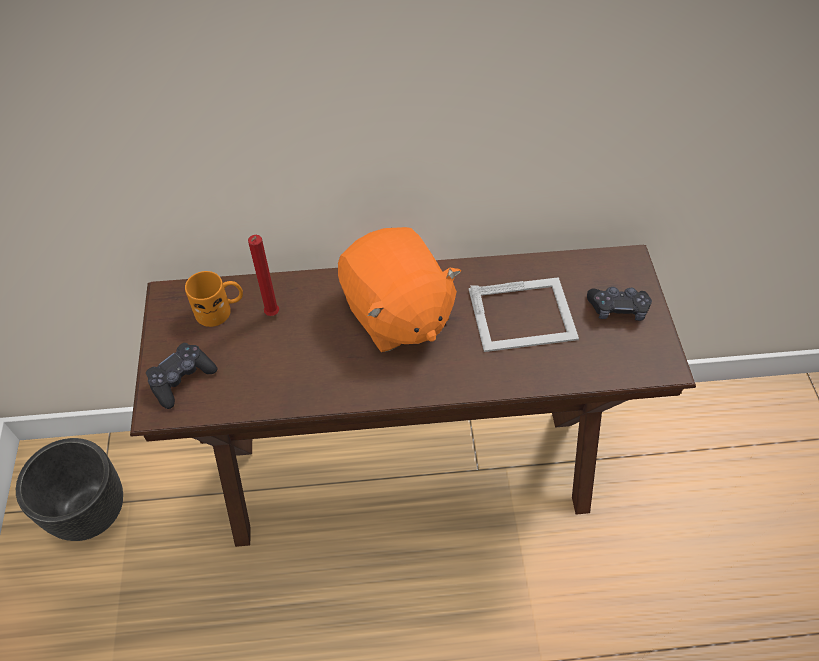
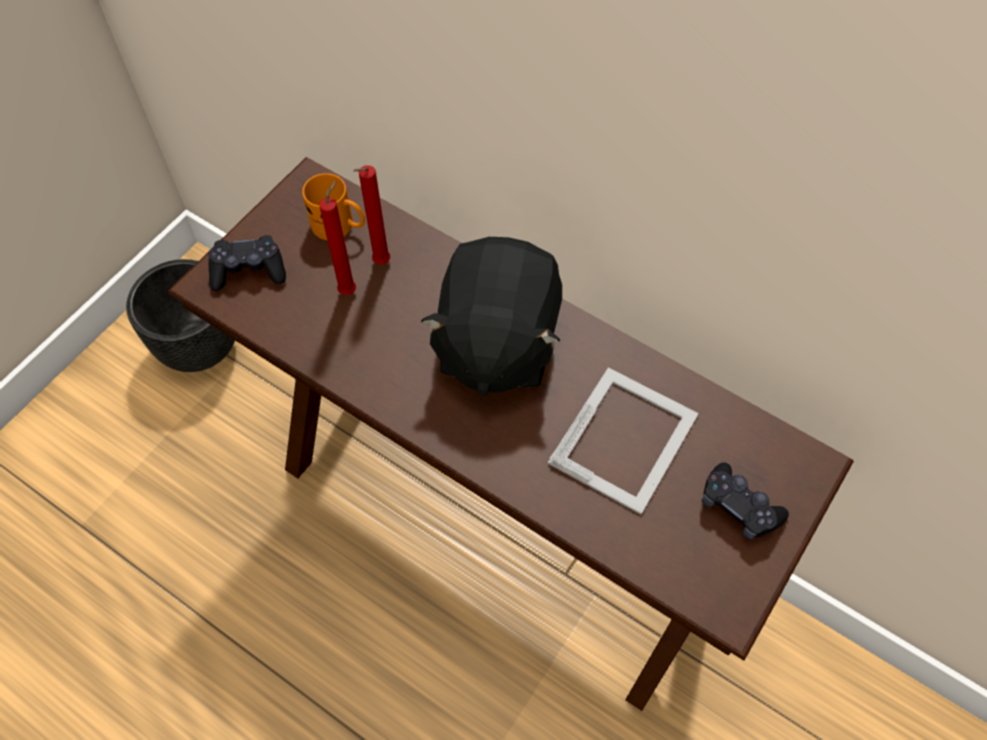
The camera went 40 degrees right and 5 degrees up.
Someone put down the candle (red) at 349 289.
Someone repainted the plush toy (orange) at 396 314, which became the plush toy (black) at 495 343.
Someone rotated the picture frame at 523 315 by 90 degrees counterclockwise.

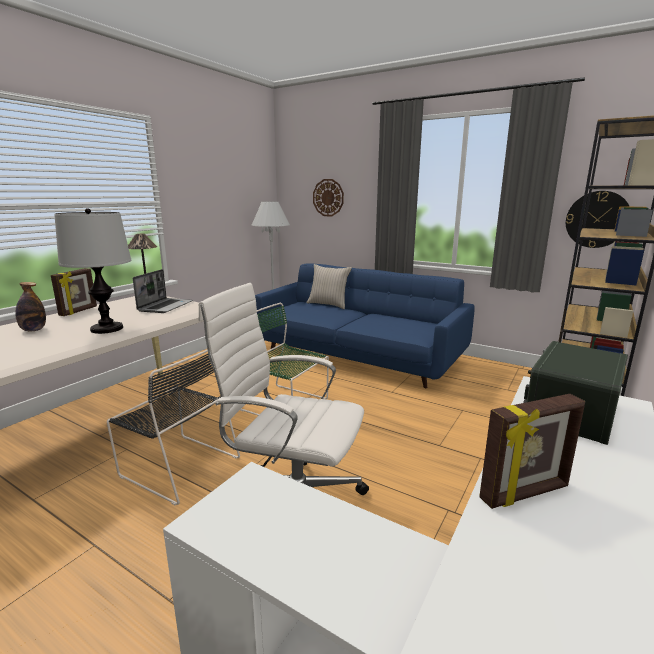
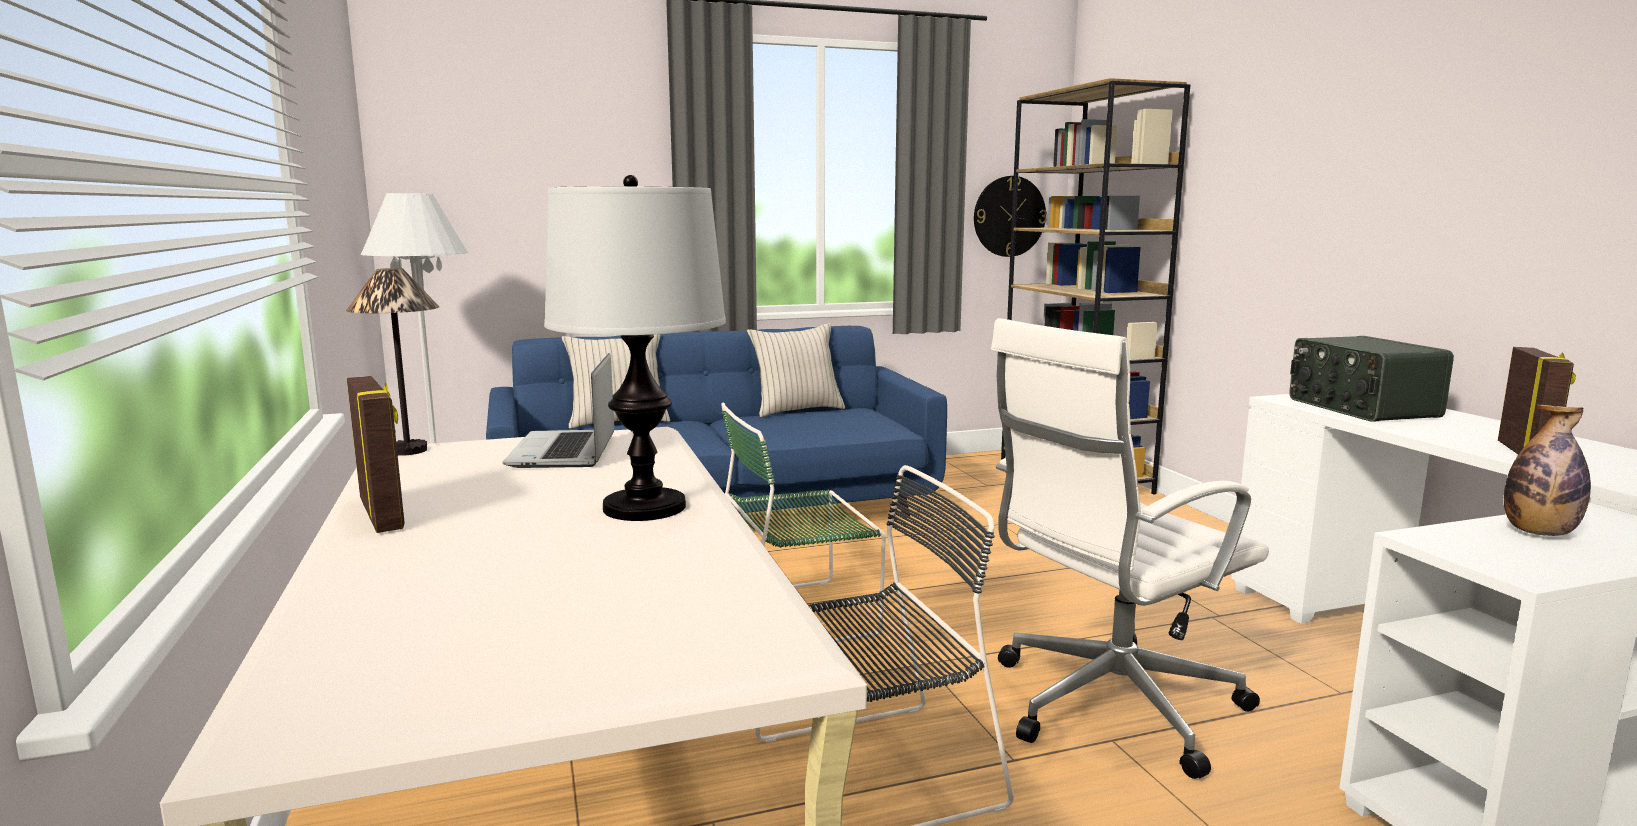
The camera went 50 degrees left and 5 degrees down.
Someone took away the wall clock at 328 197.
Someone put down the pillow (beige) at 796 410.
Someone carried the bottle from 33 330 to 1539 533.
Someone rotated the laptop at 165 306 by 150 degrees counterclockwise.

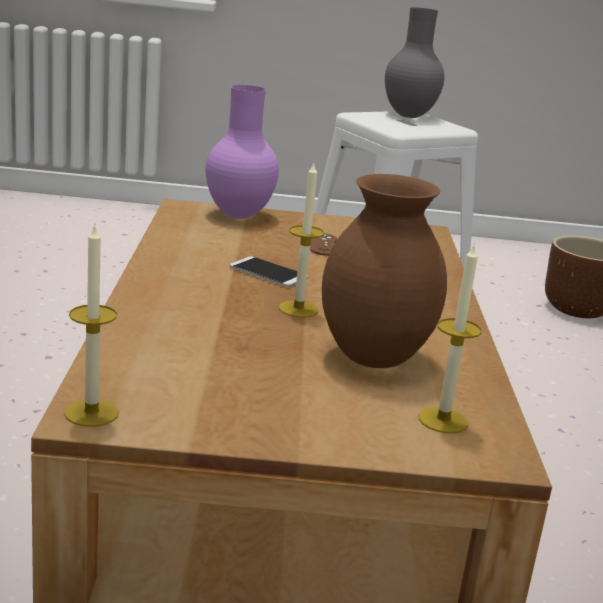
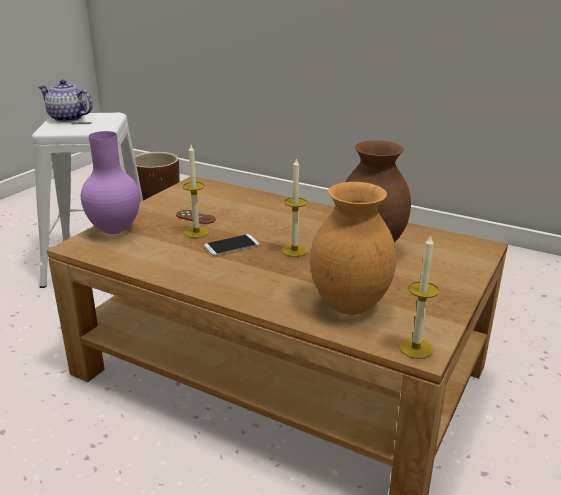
The camera went 60 degrees left and 5 degrees up.
Someone put down the vase (brown) at 348 305.
Someone carried the candle from 443 420 to 196 232.
Someone swapped the vase (grey) at 408 116 for the teapot at 68 118.

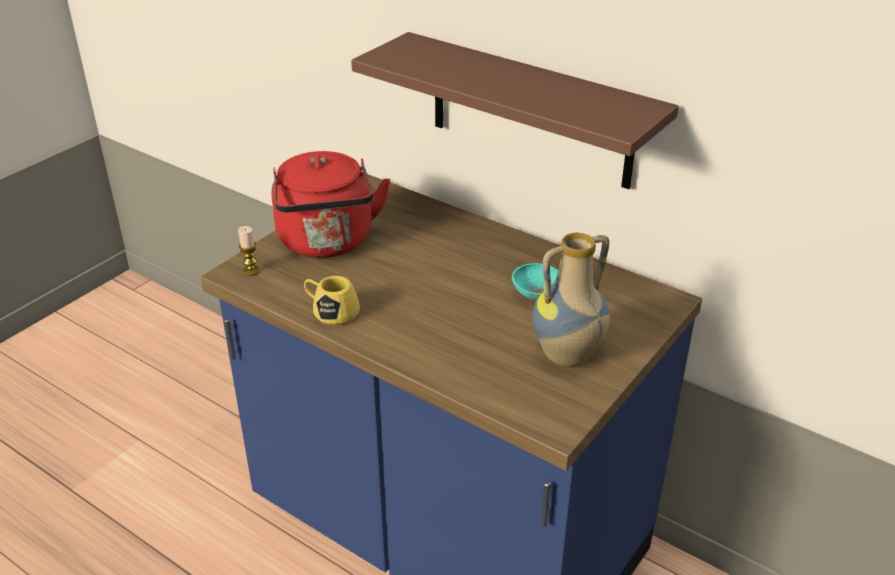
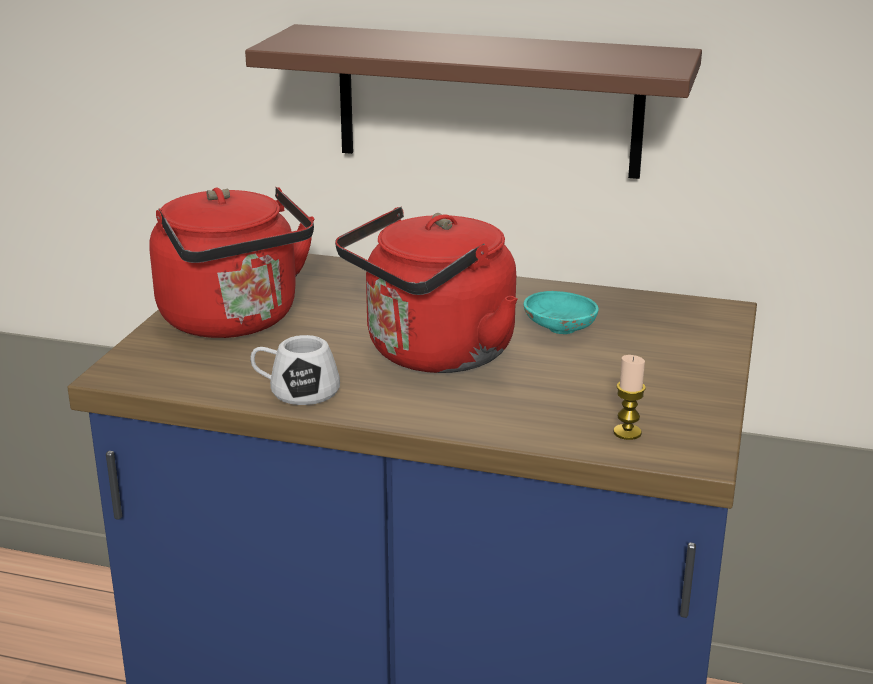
The camera went 20 degrees left and 10 degrees down.
Someone took away the vase at 567 357.
Someone put down the kettle (red) at 433 355.
Someone carried the candle from 251 271 to 627 432.
Someone repainted the mug (yellow) at 331 311, which became the mug (white) at 296 391.

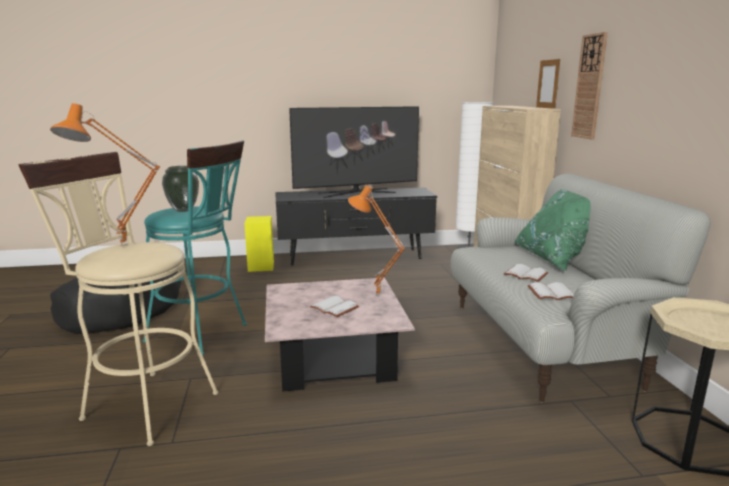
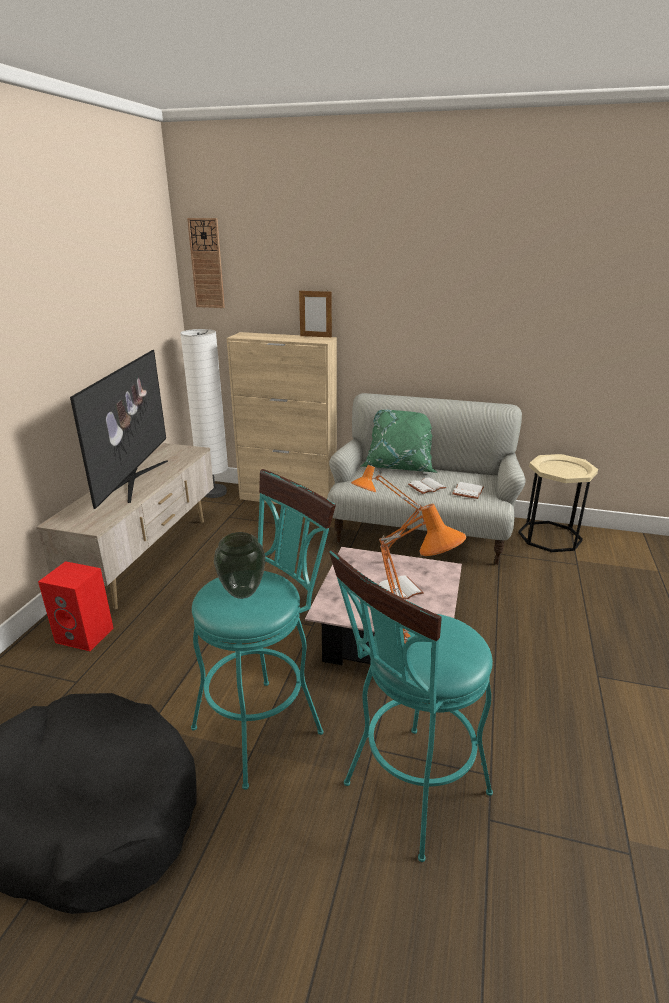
The camera went 65 degrees left and 10 degrees up.
Someone carried the wall clock from 589 87 to 207 264.
Someone repainted the stool (beige) at 143 403, which became the stool (turquoise) at 409 795.
Someone repainted the speaker (yellow) at 261 266, which became the speaker (red) at 86 635.
Someone repainted the tv stand (black) at 355 258, which became the tv stand (beige) at 149 558.

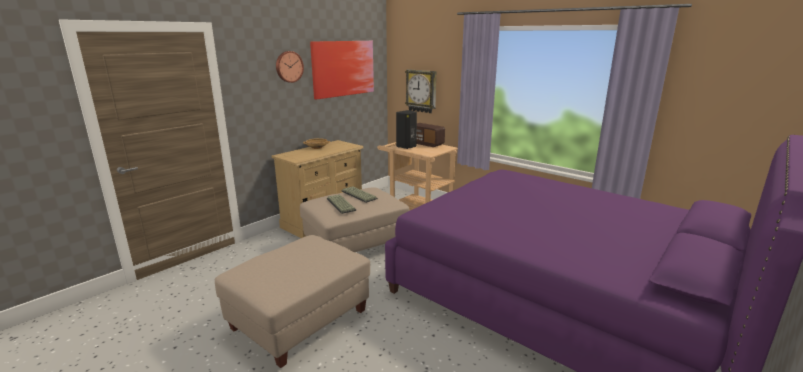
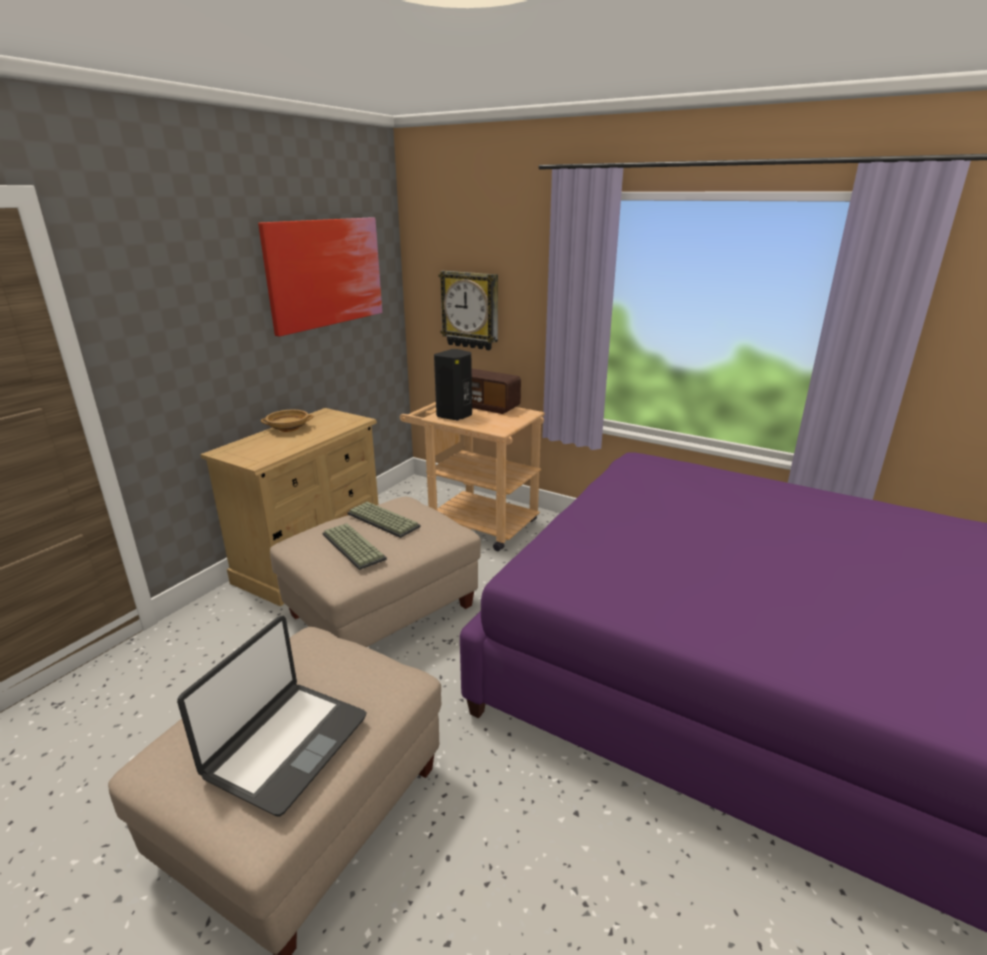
The camera went 10 degrees left and 5 degrees up.
Someone took away the wall clock at 289 66.
Someone put down the laptop at 286 745.

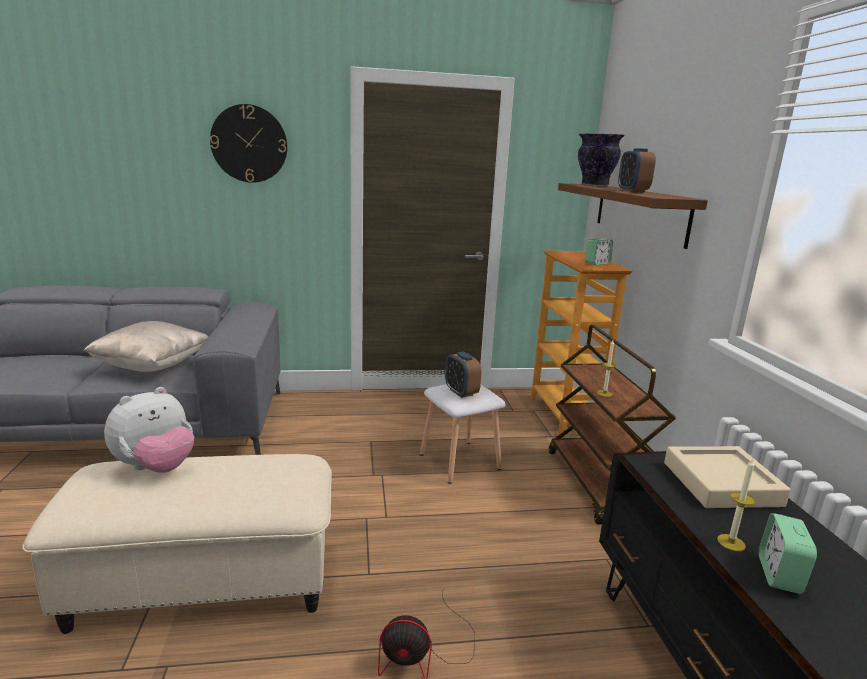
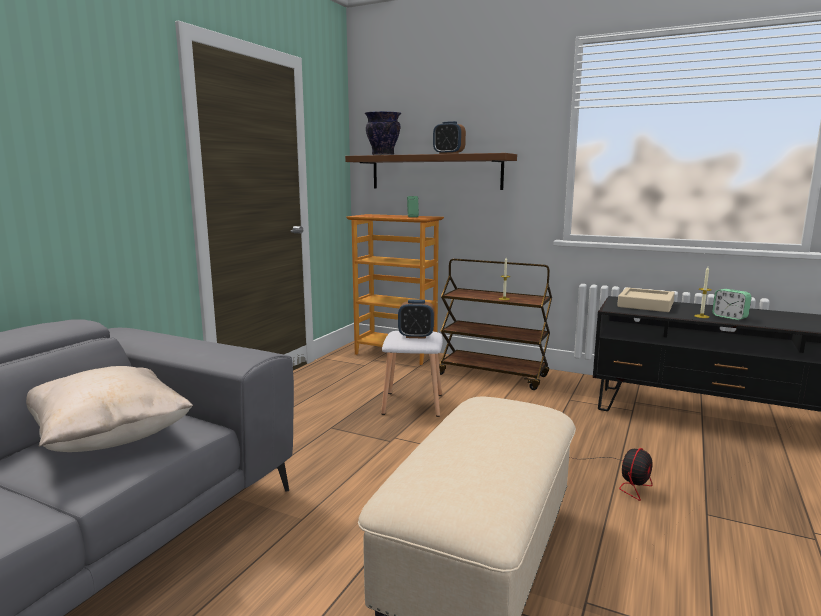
The camera went 55 degrees left and 5 degrees down.
Someone took away the plush toy at 156 468.
Someone took away the wall clock at 249 144.

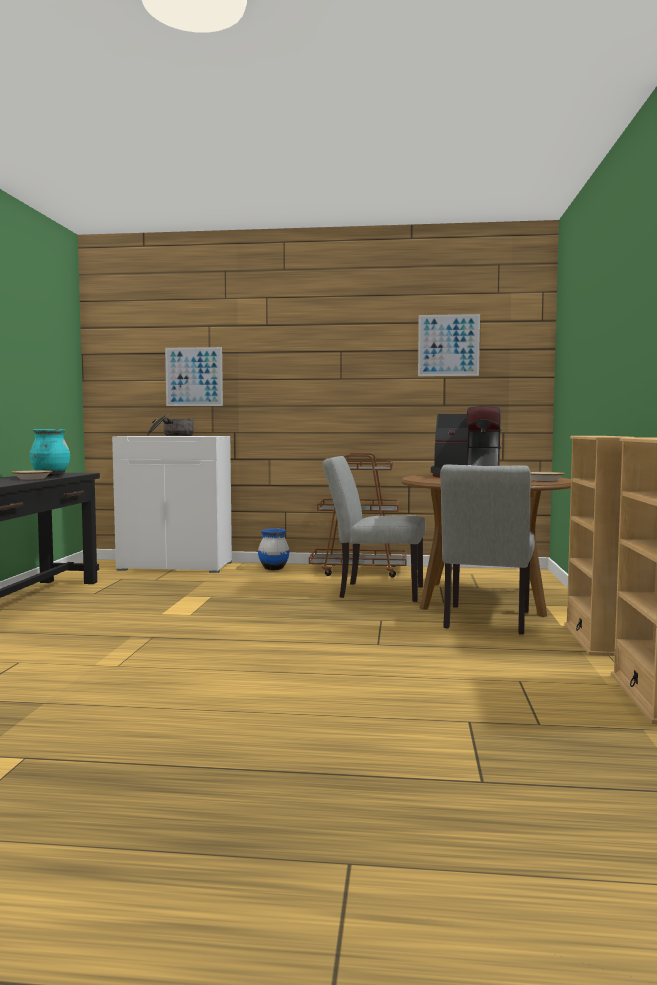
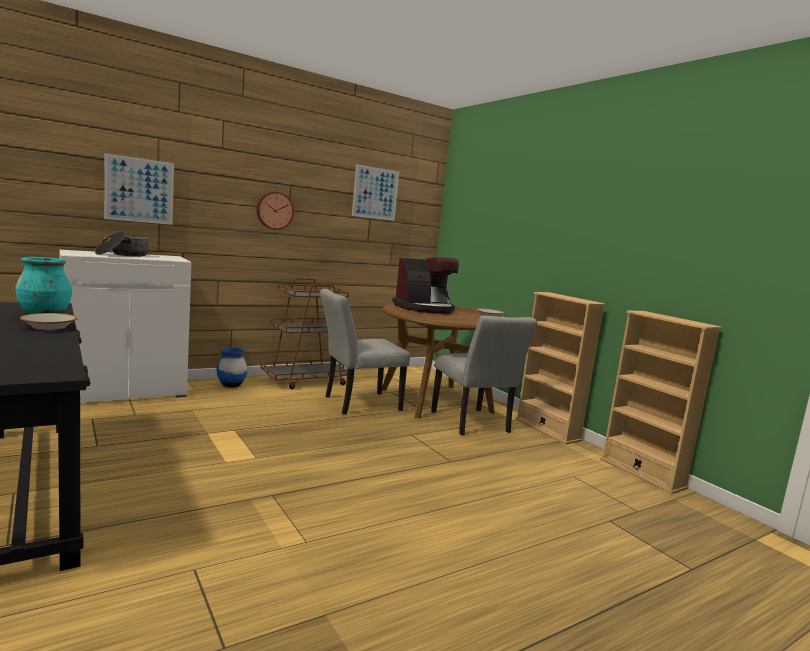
The camera went 40 degrees left and 5 degrees up.
Someone put up the wall clock at 274 210.

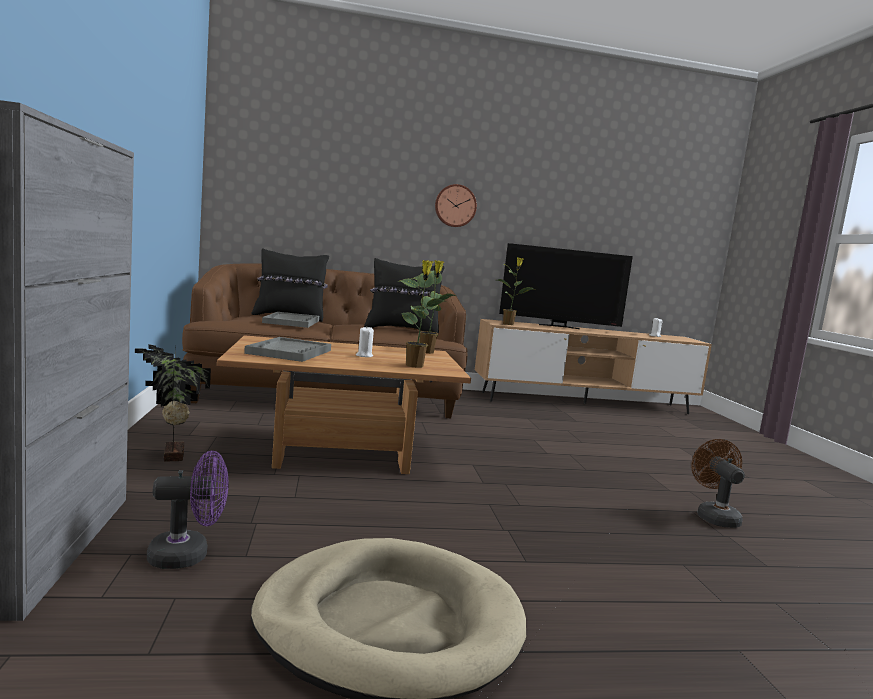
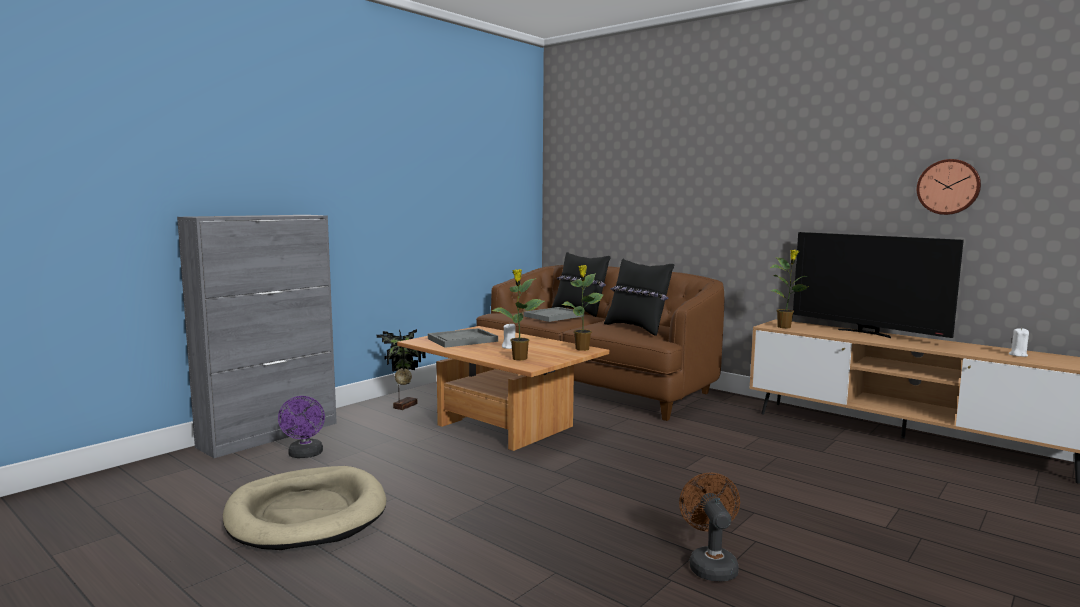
The camera went 50 degrees right and 0 degrees up.
Someone carried the wall clock from 455 206 to 948 187.
Someone rotated the fan (purple) at 188 555 by 45 degrees clockwise.
Someone rotated the fan (brown) at 714 516 by 45 degrees counterclockwise.

